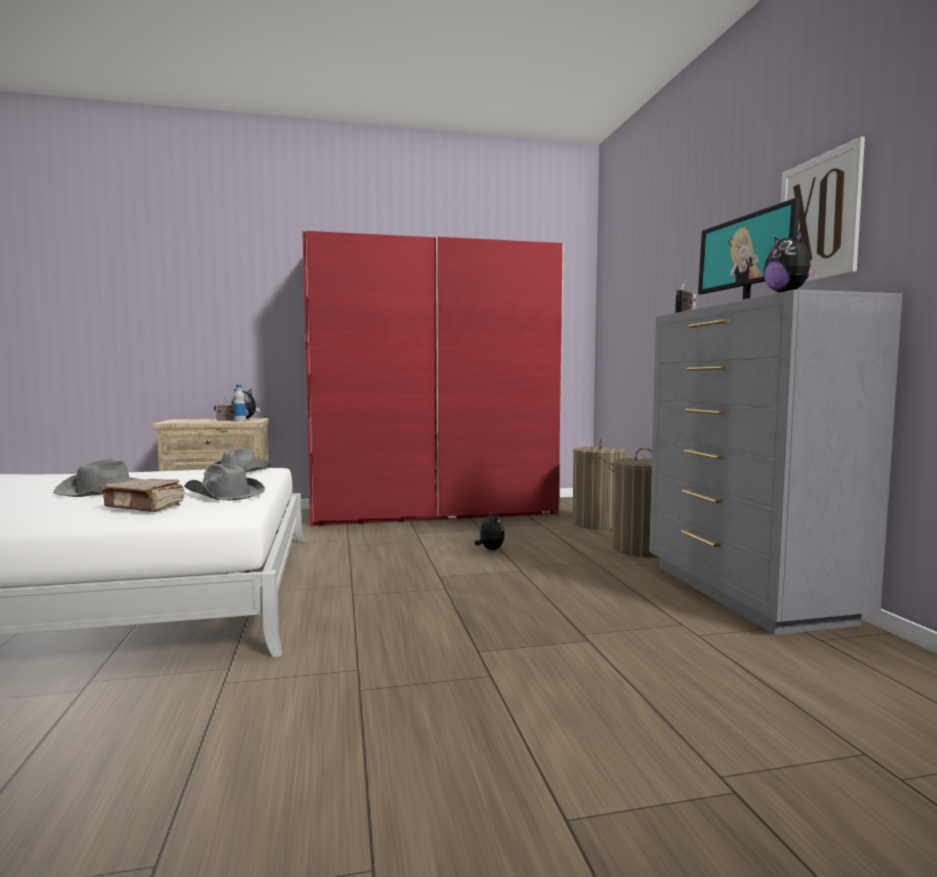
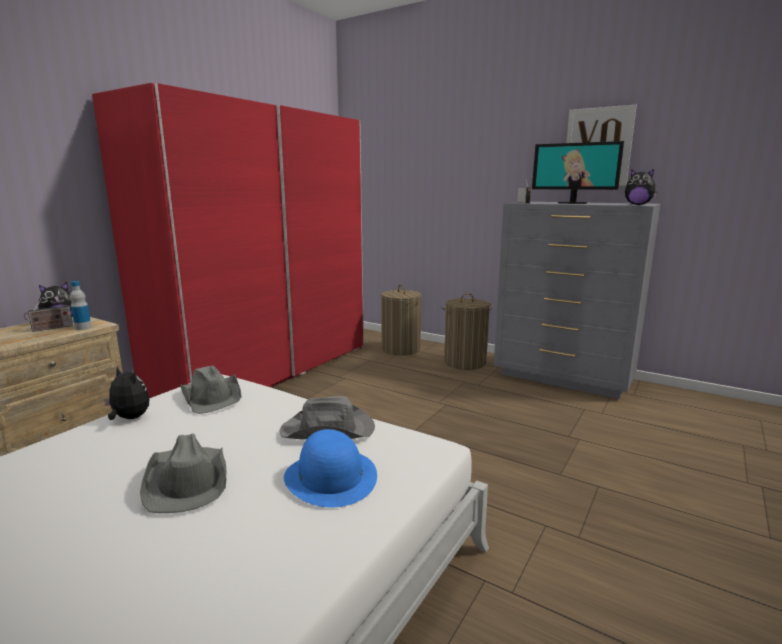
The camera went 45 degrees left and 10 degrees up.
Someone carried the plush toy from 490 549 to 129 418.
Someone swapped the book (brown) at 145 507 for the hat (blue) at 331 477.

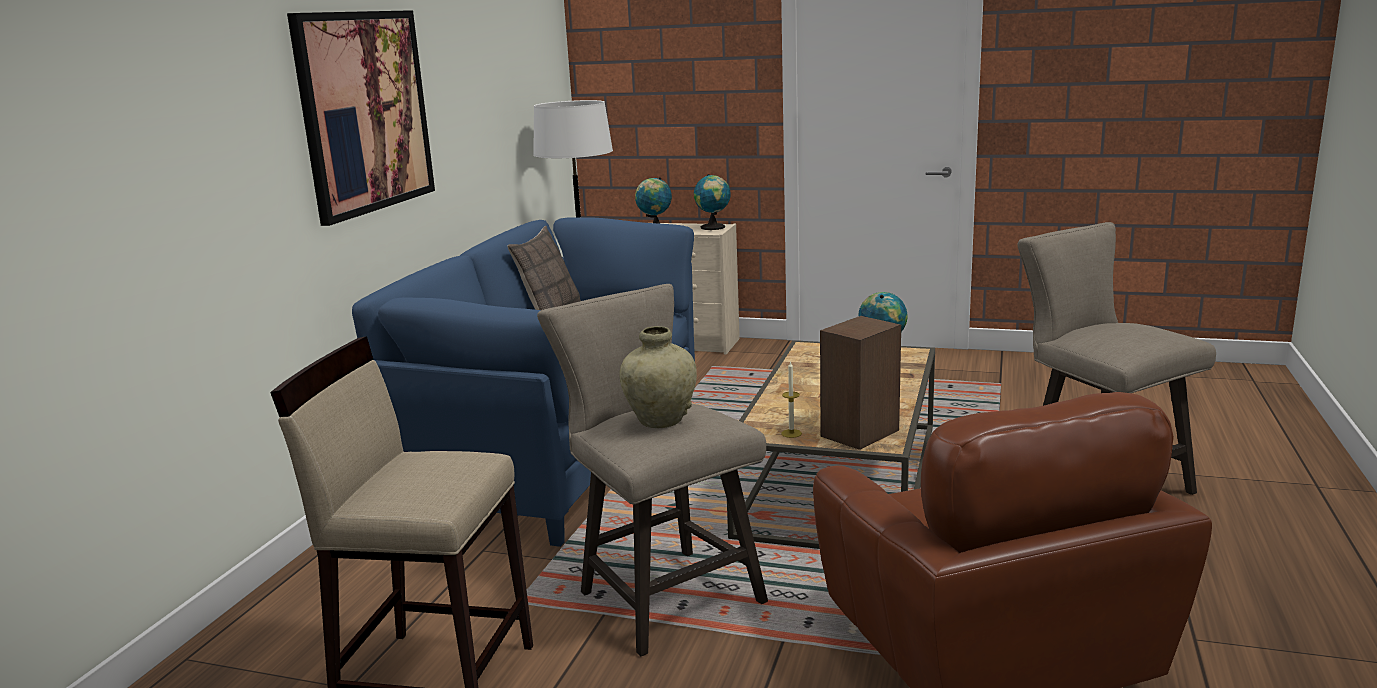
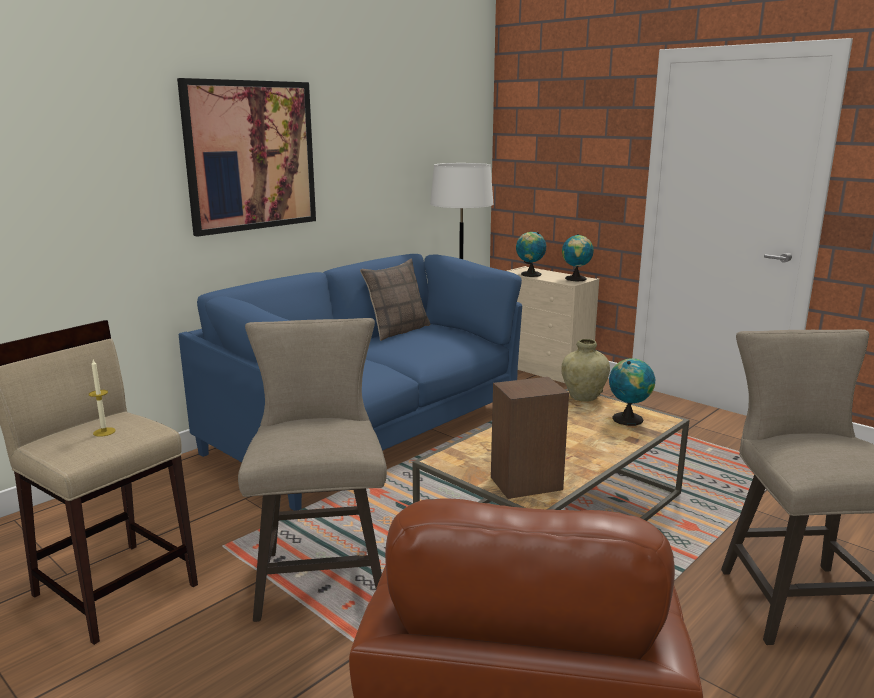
The camera went 25 degrees right and 0 degrees up.
Someone carried the vase (beige) from 660 421 to 583 397.
Someone carried the candle from 791 433 to 104 432.

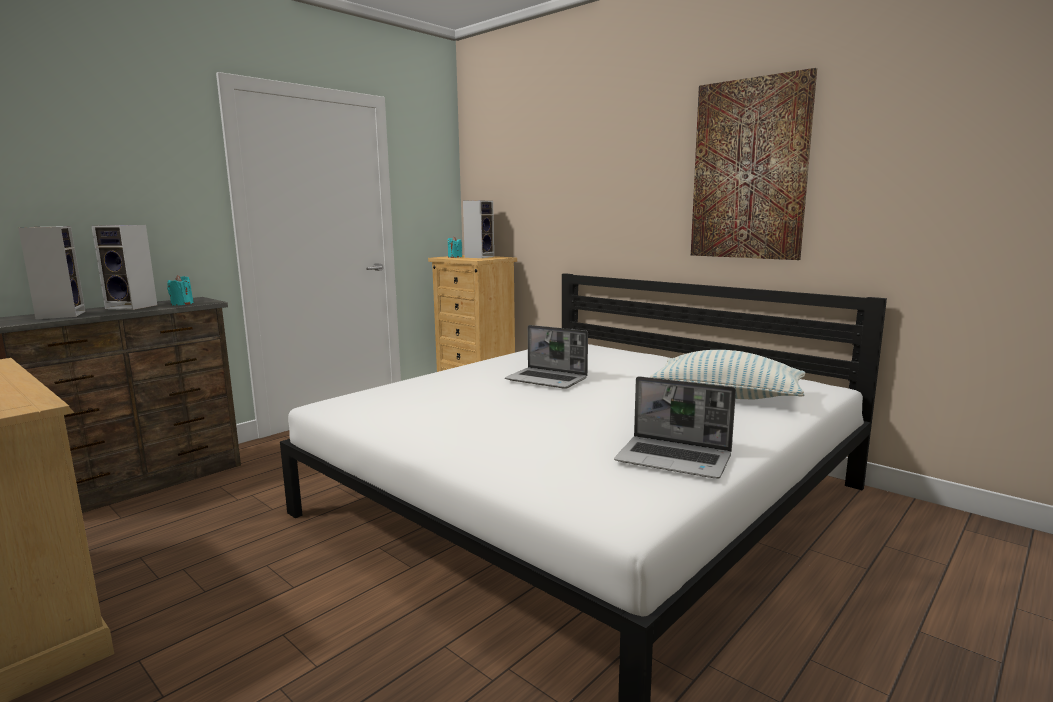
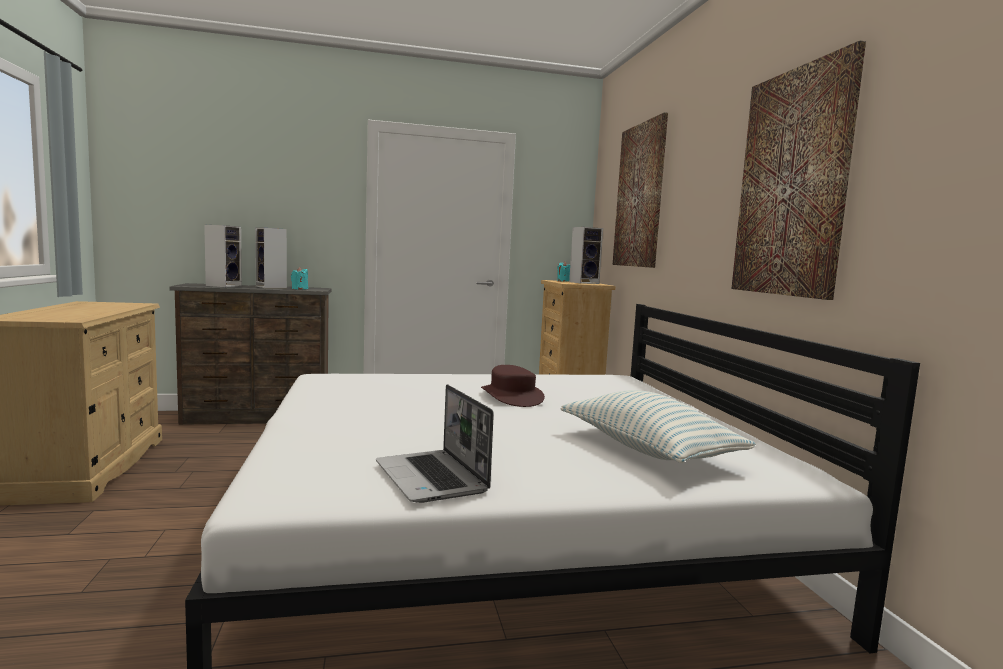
The camera went 35 degrees right and 5 degrees down.
Someone put up the picture at 640 196.
Someone swapped the laptop at 547 380 for the hat (brown) at 512 396.

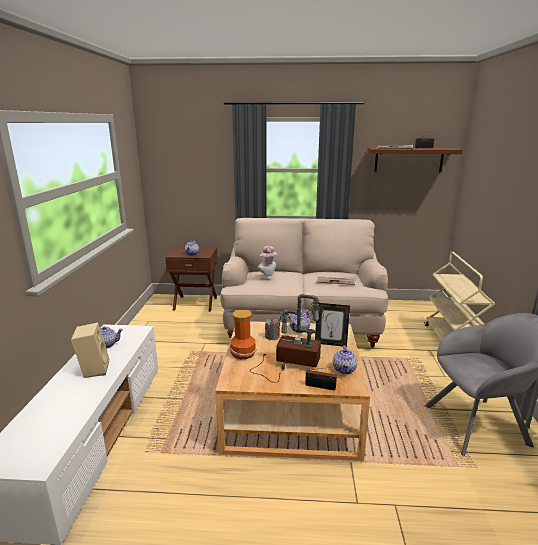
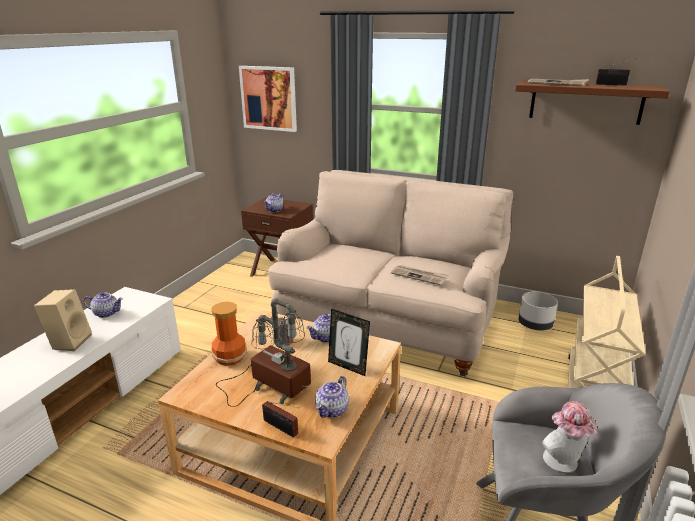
The camera went 20 degrees right and 5 degrees up.
Someone put up the picture at 269 98.
Someone put down the planter (grey) at 535 325.
Someone carried the hat from 268 277 to 563 463.

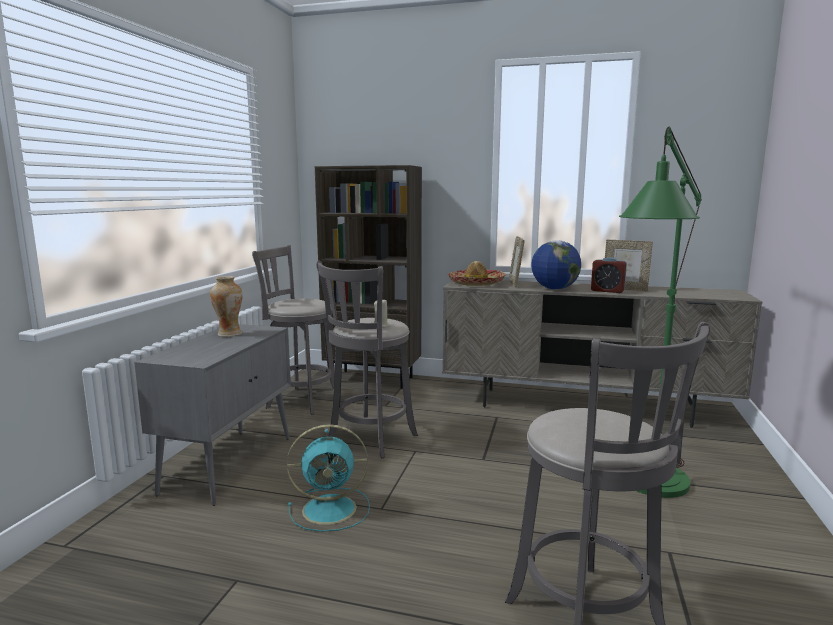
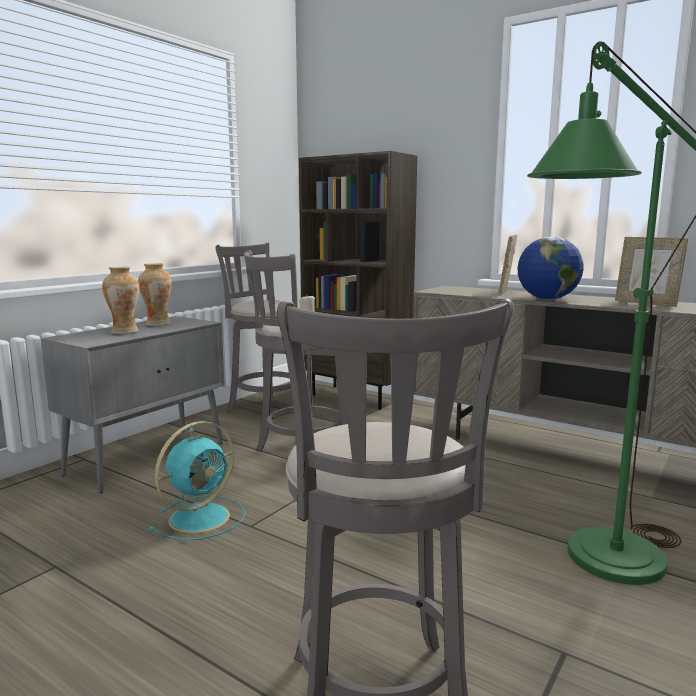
The camera went 20 degrees right and 0 degrees up.
Someone took away the hat at 476 283.
Someone took away the alarm clock at 607 291.
Someone put down the vase at 124 332.
Someone rotated the fan (turquoise) at 332 509 by 60 degrees counterclockwise.

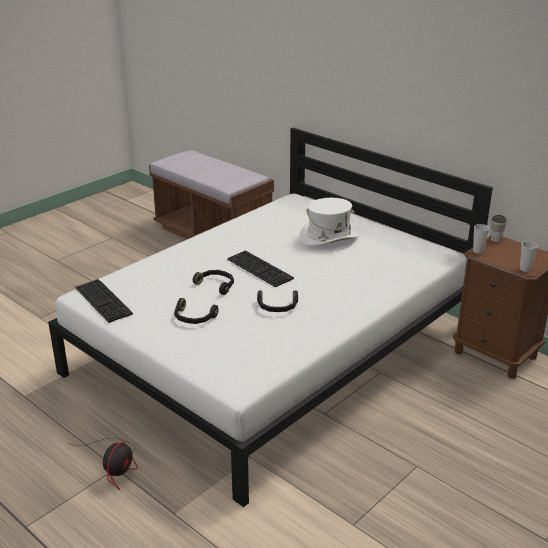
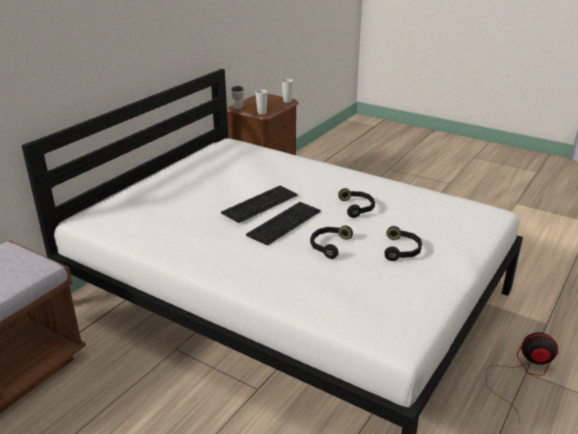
The camera went 100 degrees left and 0 degrees up.
Someone took away the hat (white) at 328 238.
Someone carried the keyboard from 105 301 to 260 203.

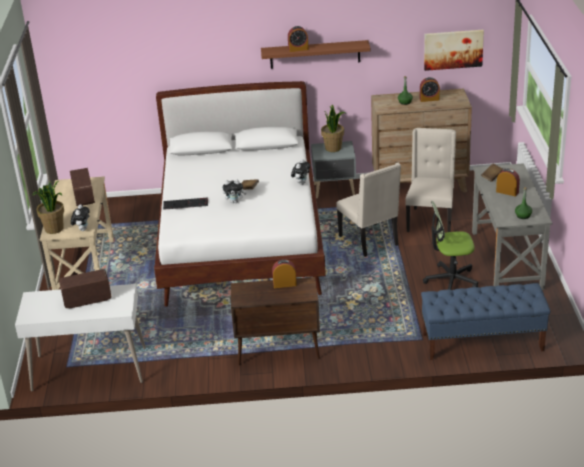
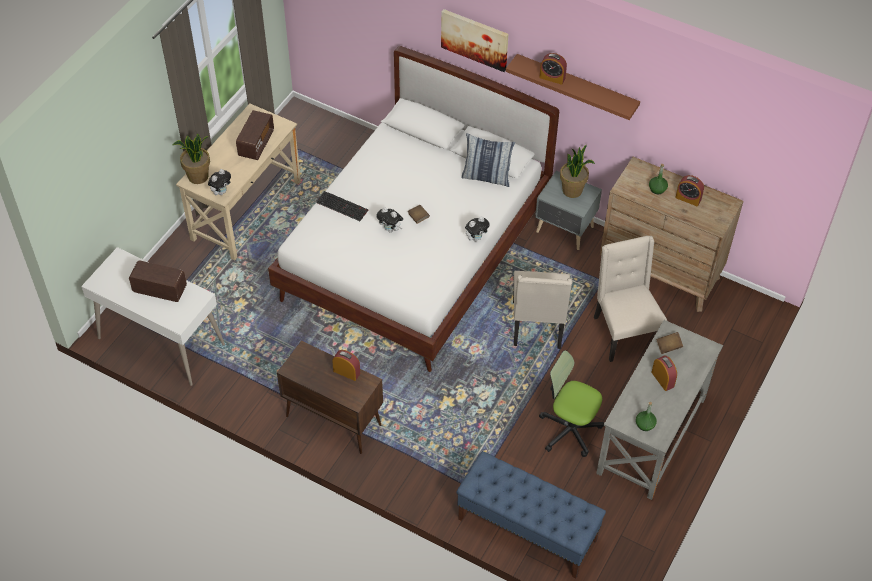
The camera went 30 degrees right and 20 degrees up.
Someone put down the pillow at 486 177.
Someone carried the picture from 453 49 to 475 39.
Someone rotated the chair (beige) at 430 220 by 60 degrees counterclockwise.

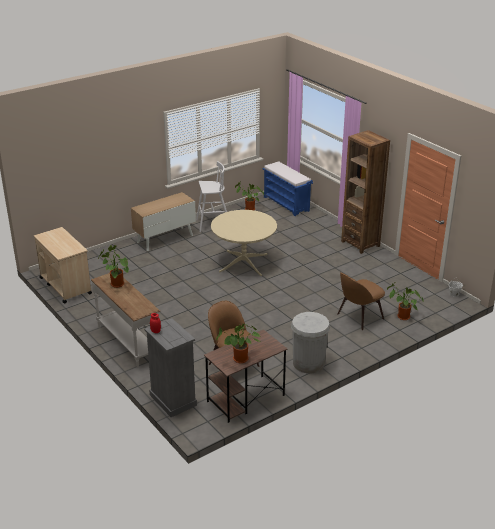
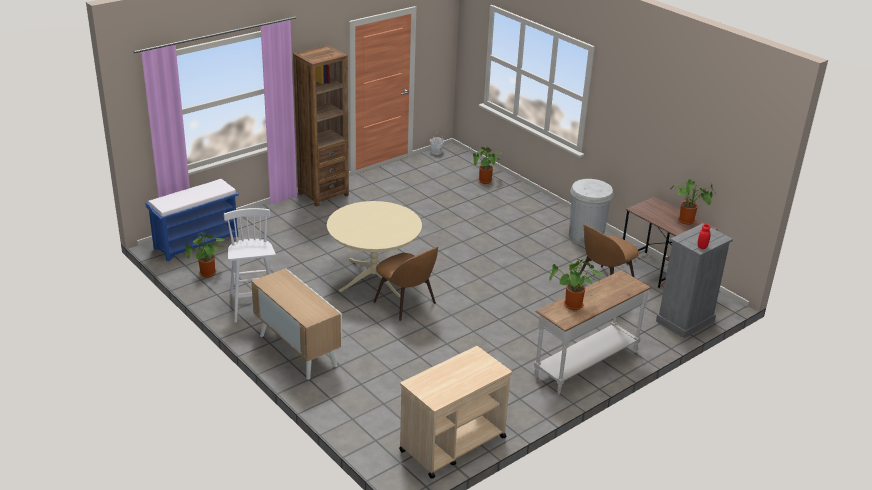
The camera went 95 degrees left and 0 degrees up.
Someone carried the chair (brown) from 359 317 to 406 304.

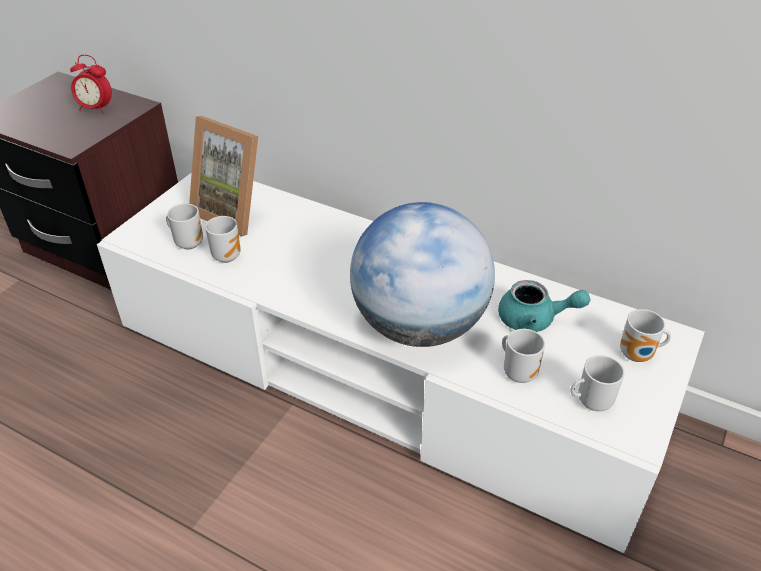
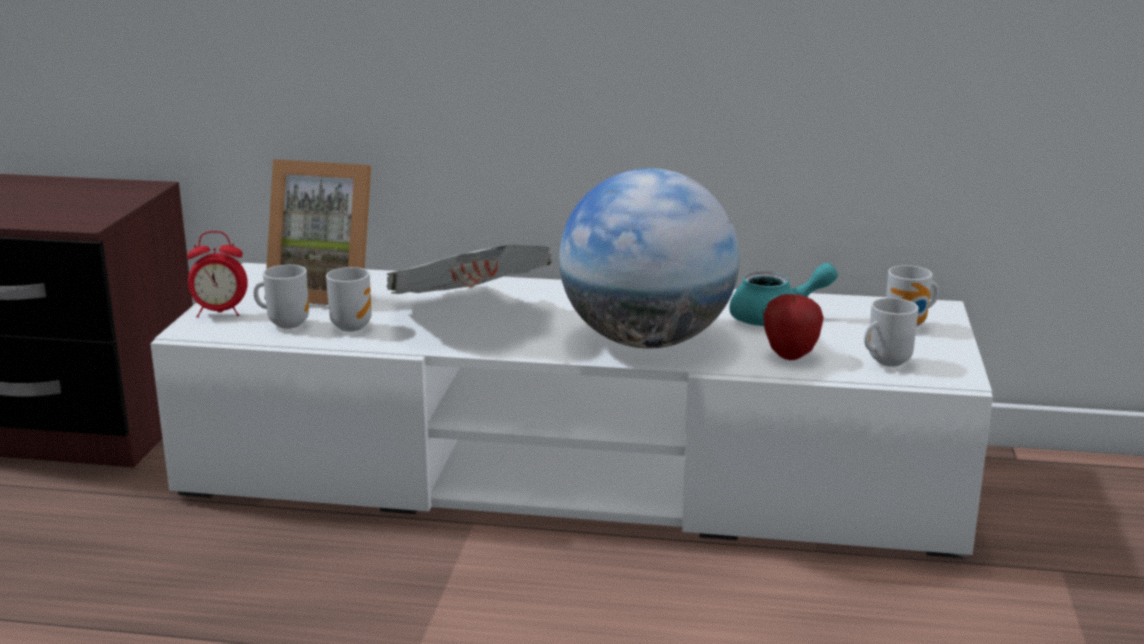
The camera went 20 degrees left and 20 degrees down.
Someone put down the newspaper at 469 316.
Someone carried the alarm clock from 96 109 to 220 313.
Someone swapped the mug at 519 372 for the apple at 790 355.

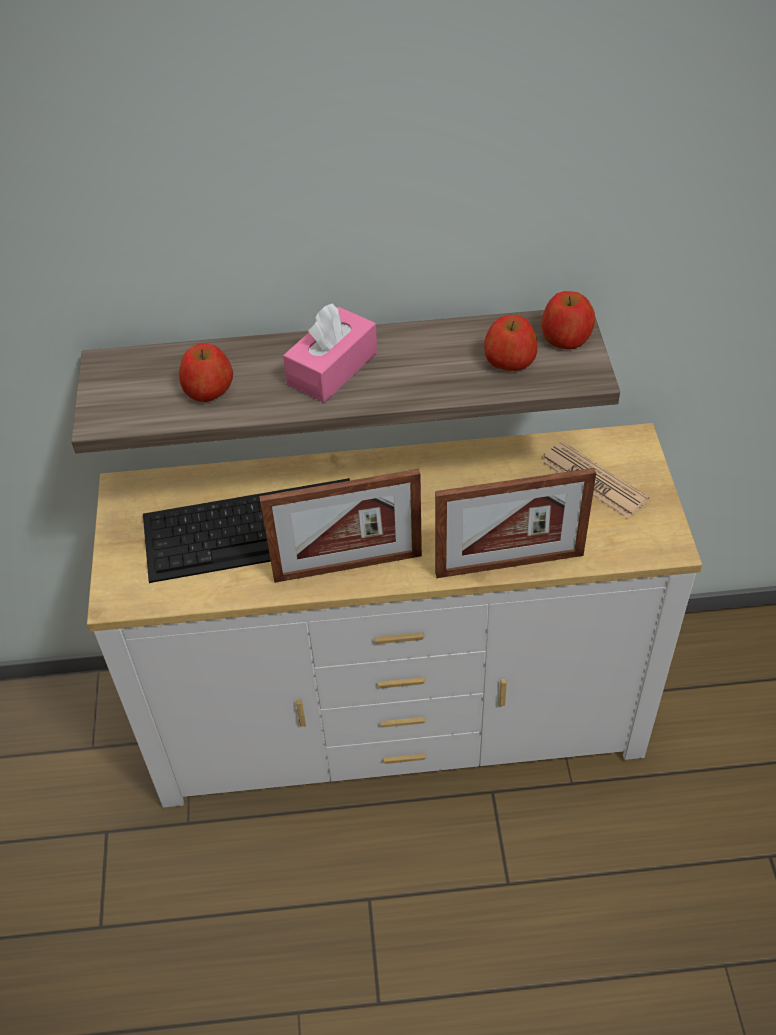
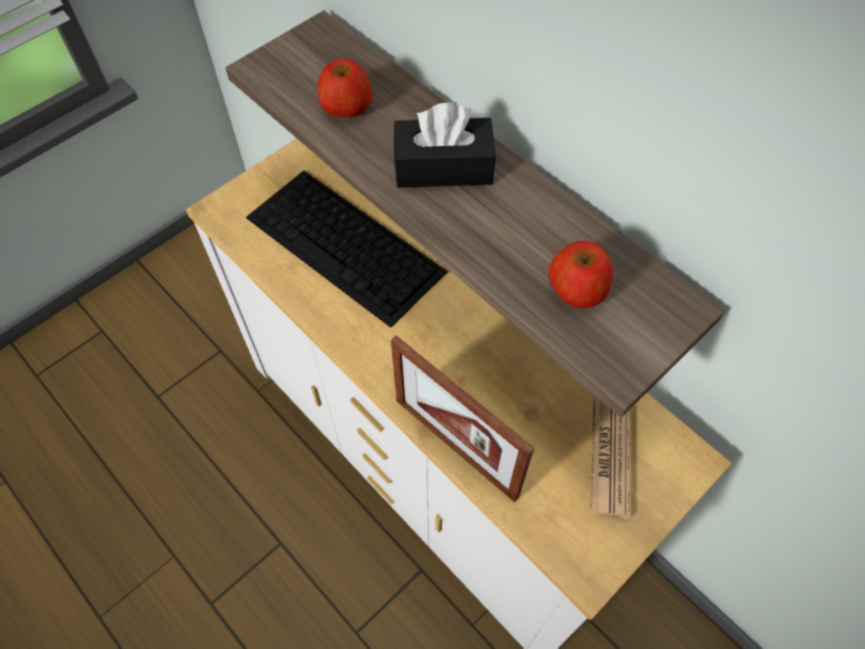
The camera went 50 degrees right and 10 degrees up.
Someone took away the picture frame at 348 566.
Someone took away the apple at 566 337.
Someone repainted the tissue box (pink) at 332 368, which became the tissue box (black) at 443 167.

